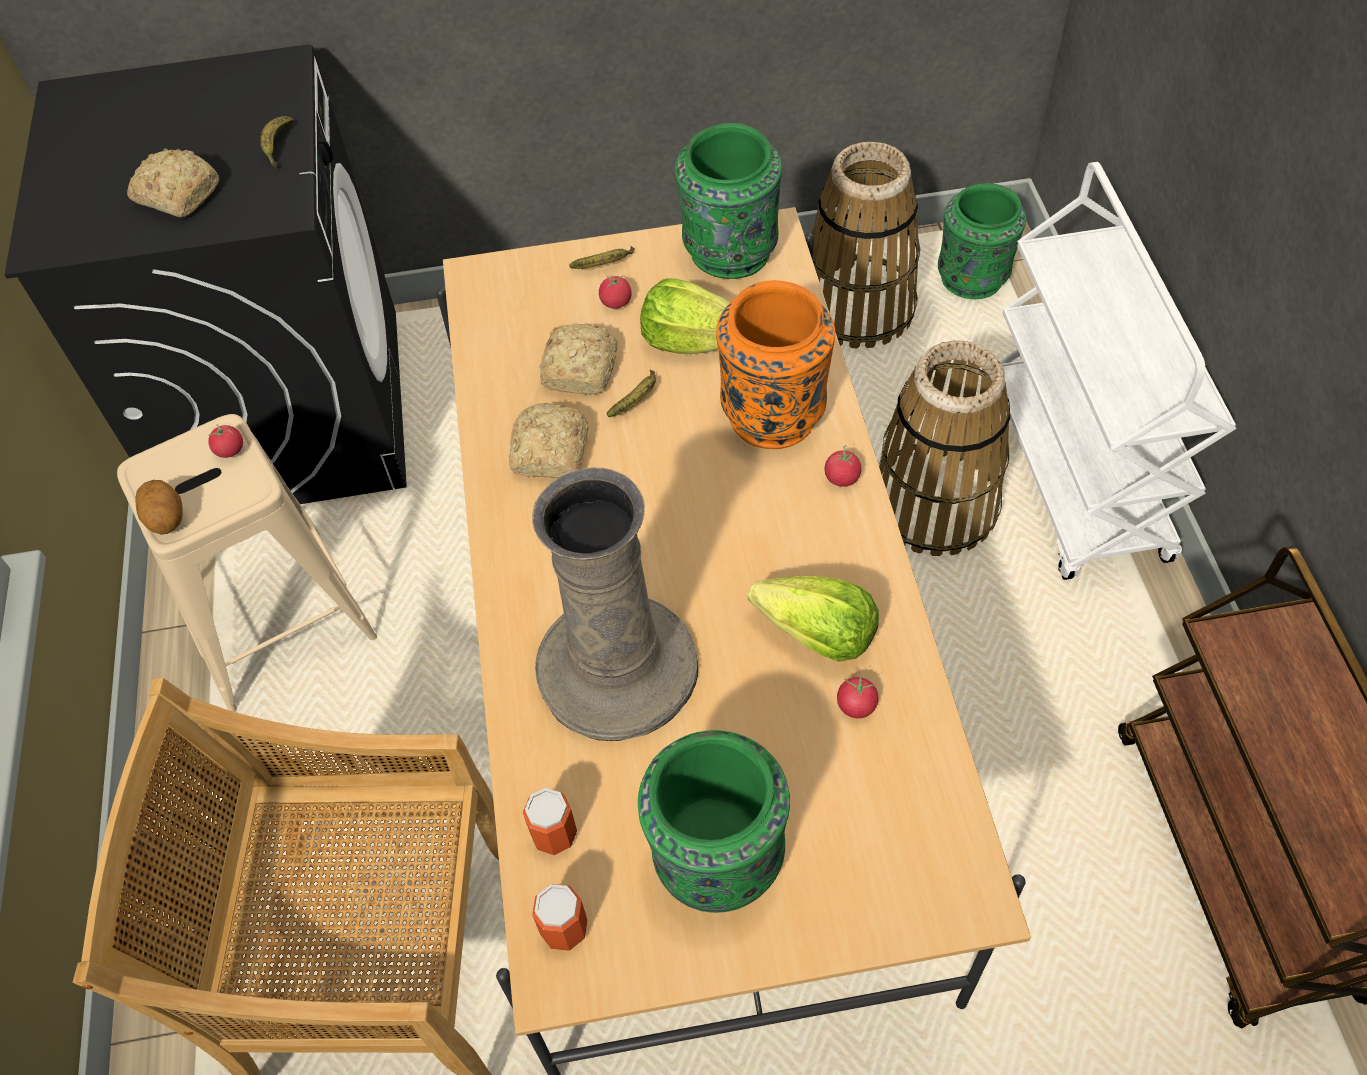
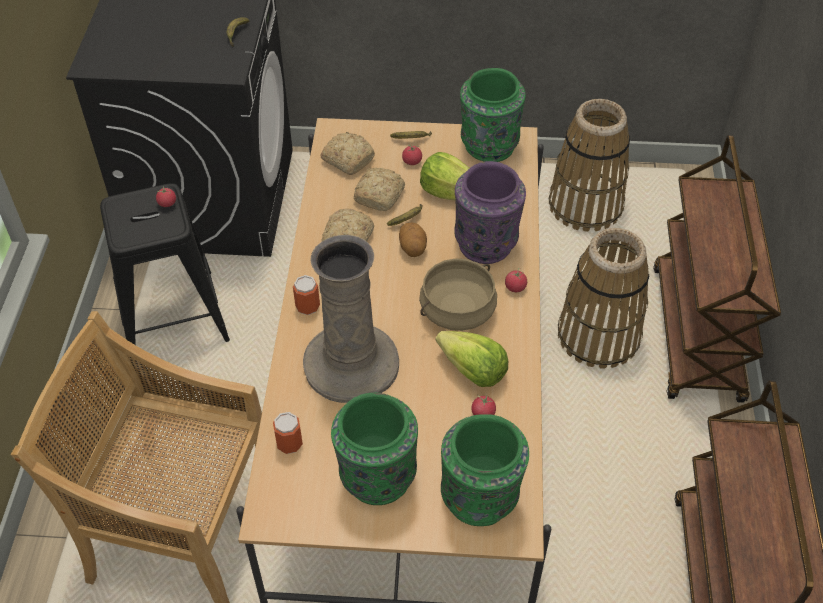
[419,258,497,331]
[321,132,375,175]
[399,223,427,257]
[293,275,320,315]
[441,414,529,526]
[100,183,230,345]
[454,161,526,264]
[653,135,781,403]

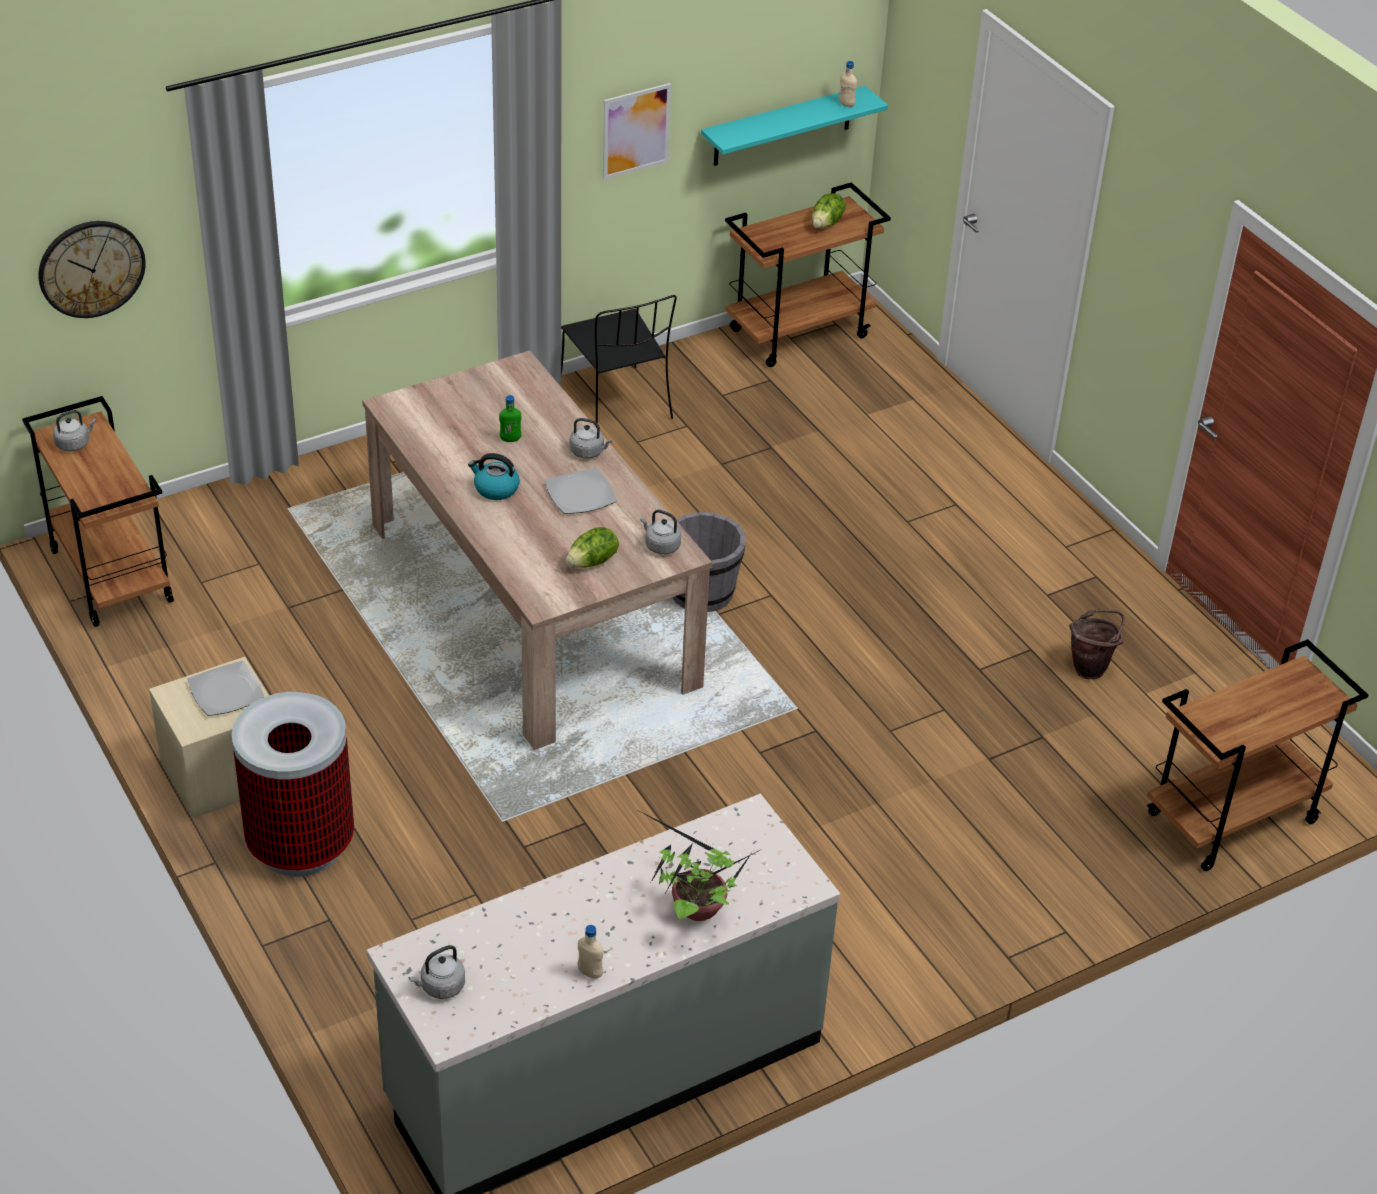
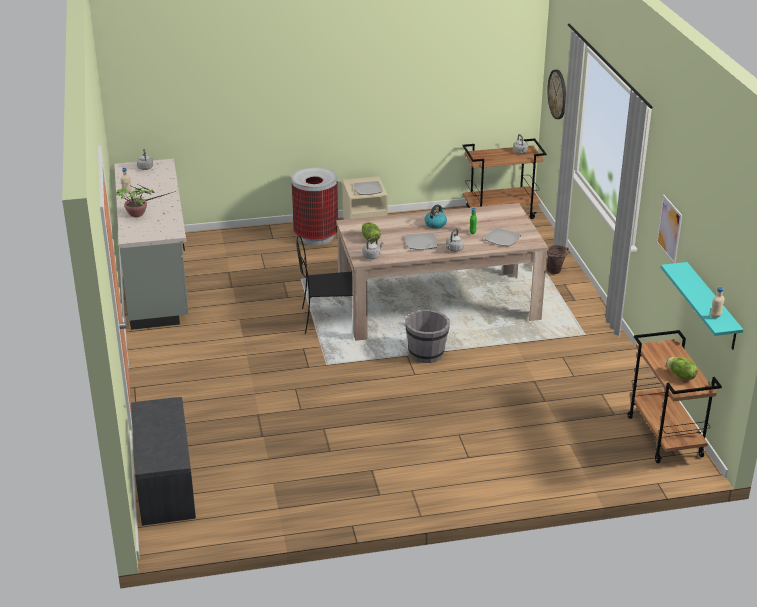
[484,227,521,246]
[296,236,353,334]
[547,245,569,274]
[131,397,196,526]

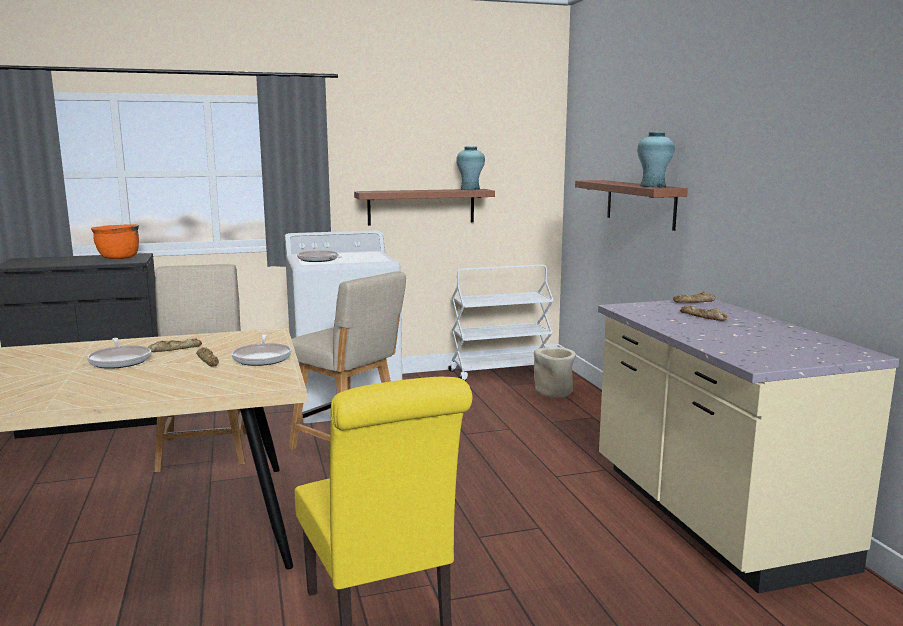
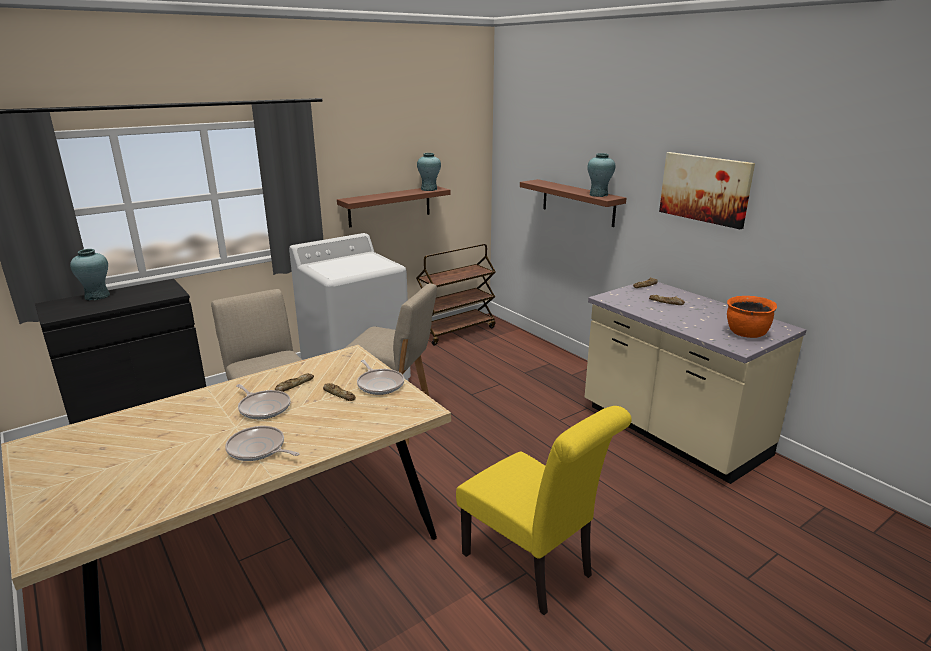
[534,347,576,398] (first image)
[70,249,110,301]
[659,152,755,229]
[727,296,777,338]
[225,426,299,461]
[416,244,496,346]

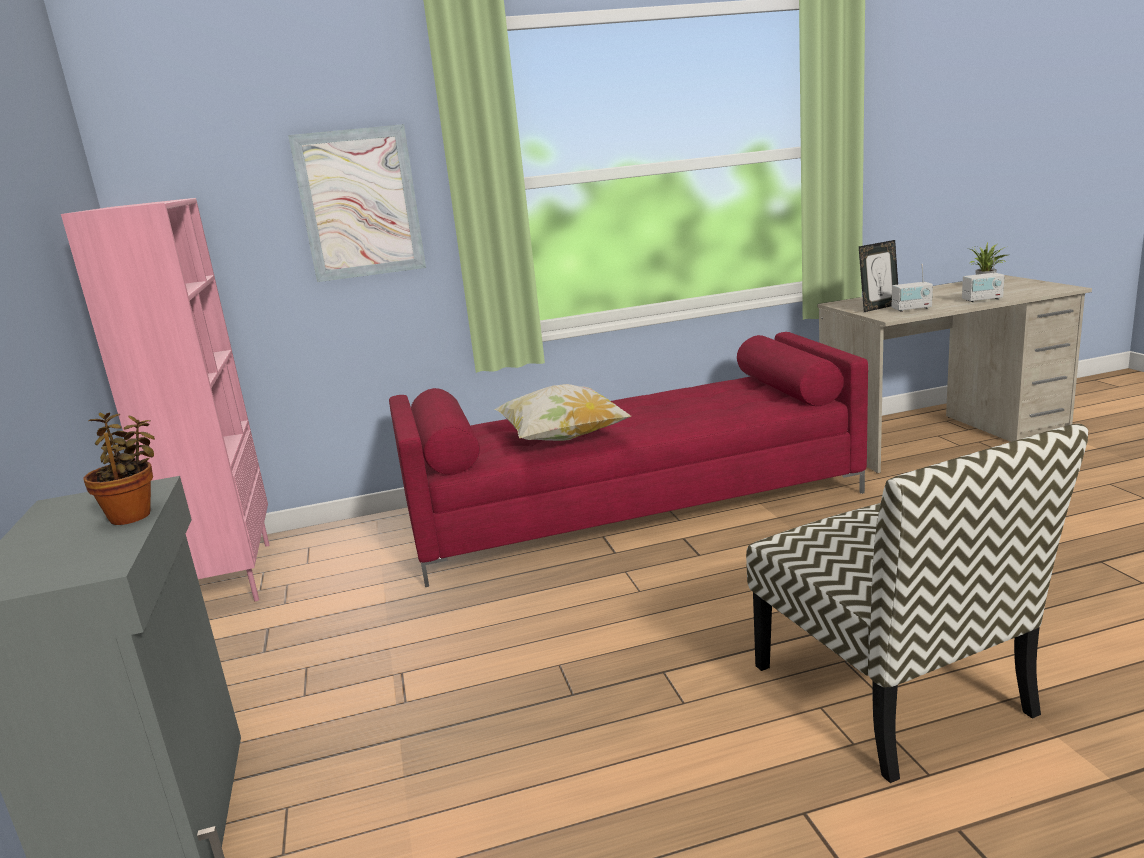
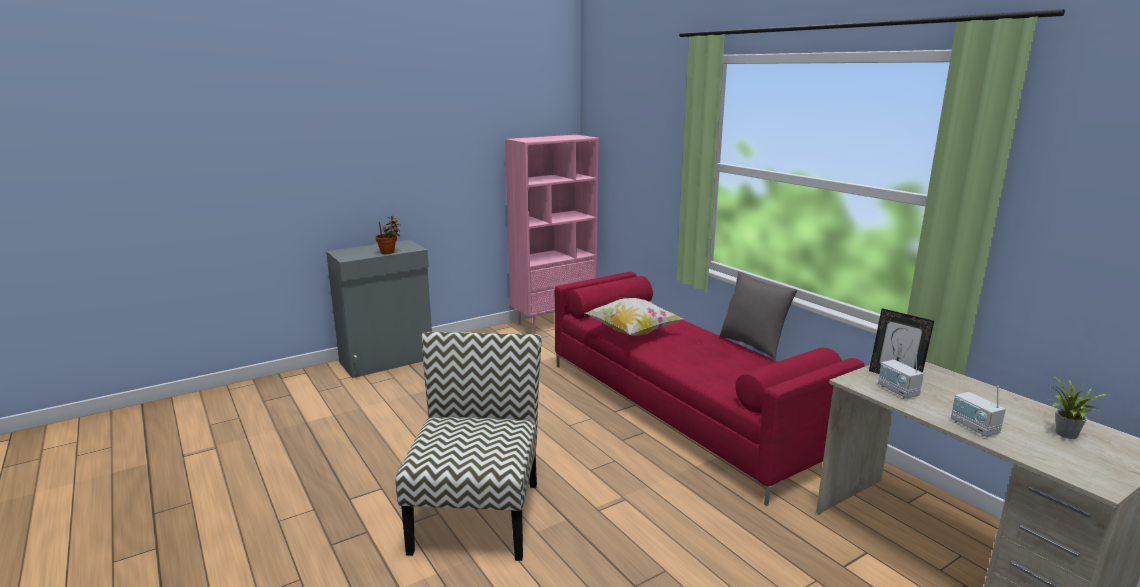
[288,124,426,282] (first image)
[719,271,798,360]
[396,332,541,561]

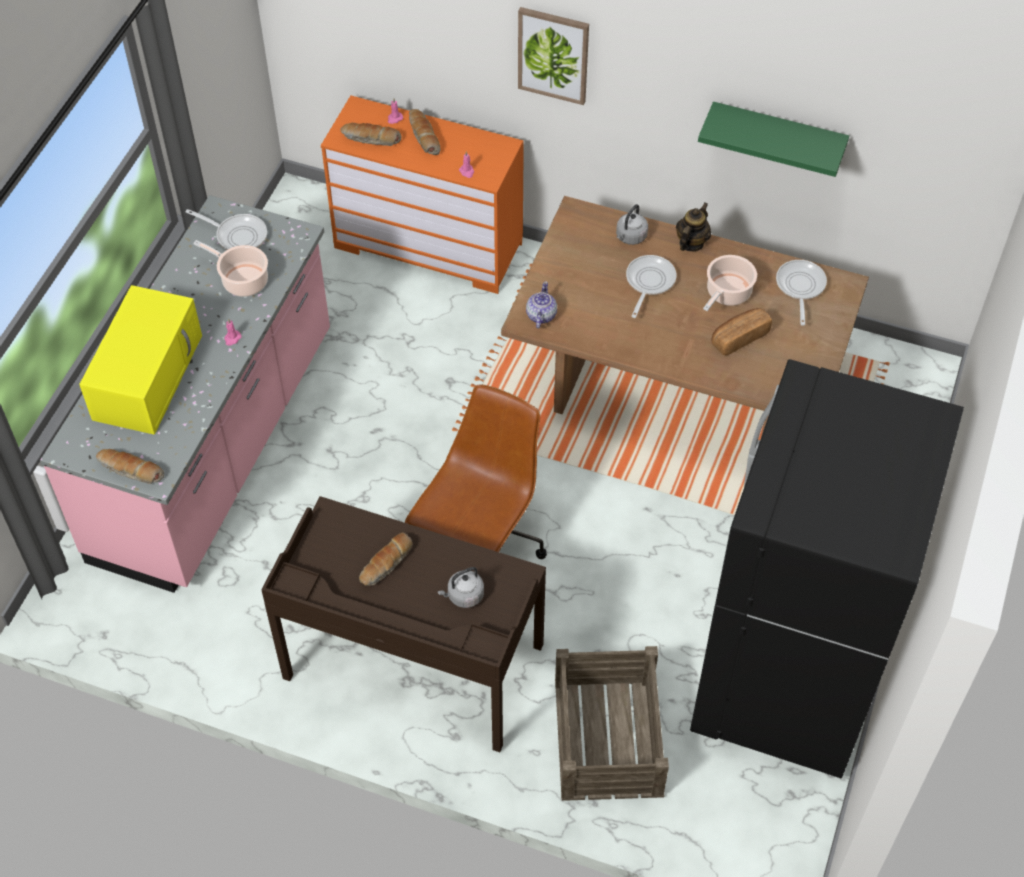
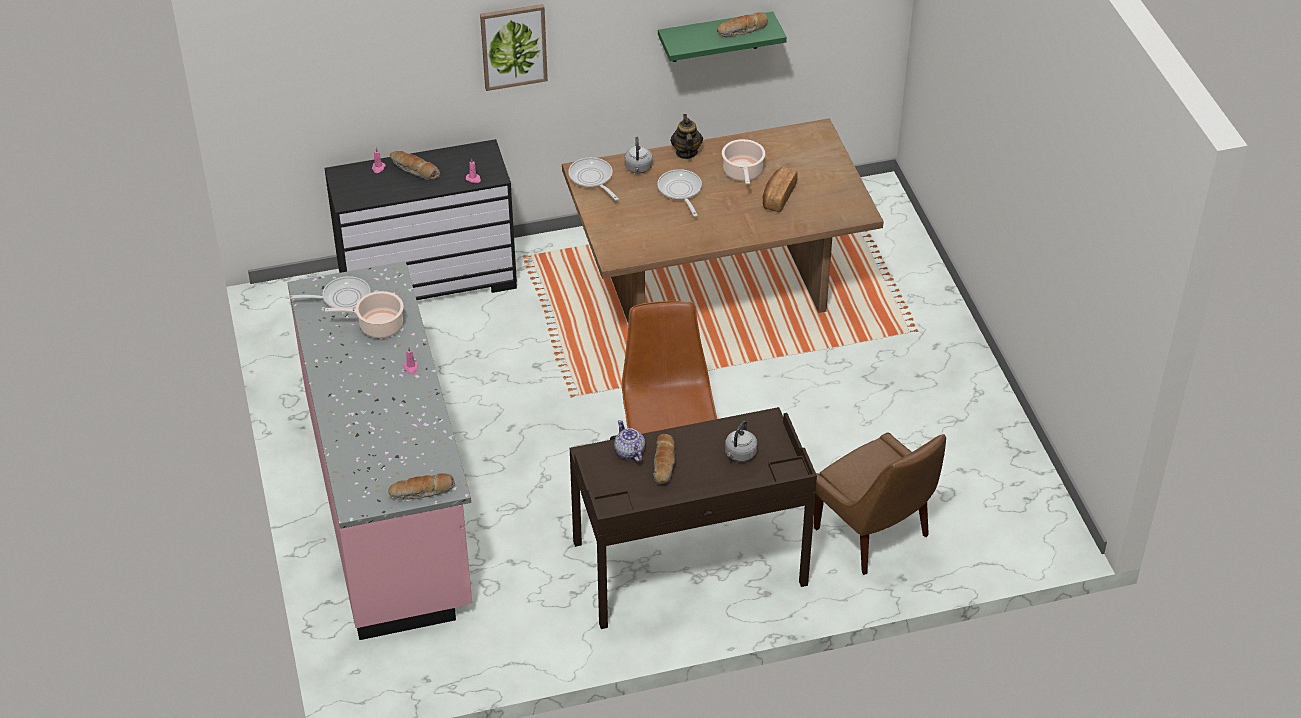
[79,285,202,435] (first image)
[690,359,964,779] (first image)
[717,12,768,37]
[614,420,645,462]
[568,157,619,201]
[814,432,946,575]
[324,139,517,300]

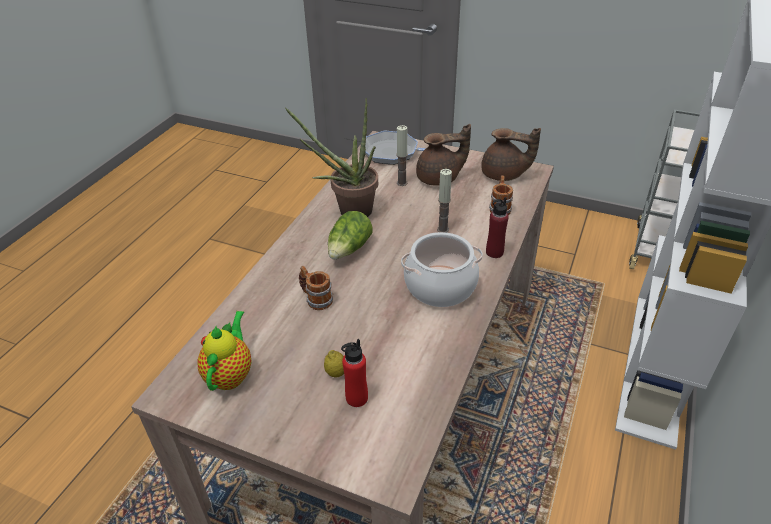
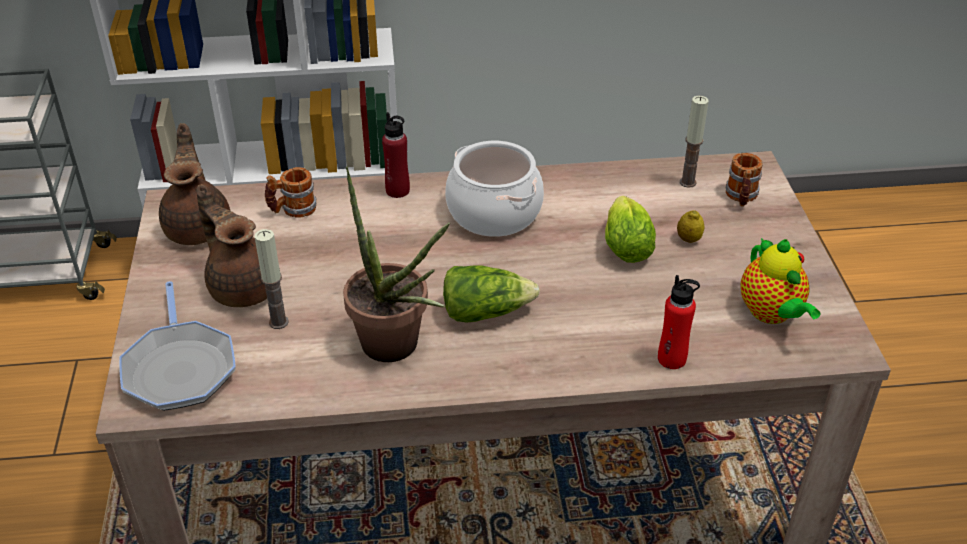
[605,196,656,263]
[726,153,763,207]
[658,275,700,369]
[680,96,709,188]
[741,238,821,324]

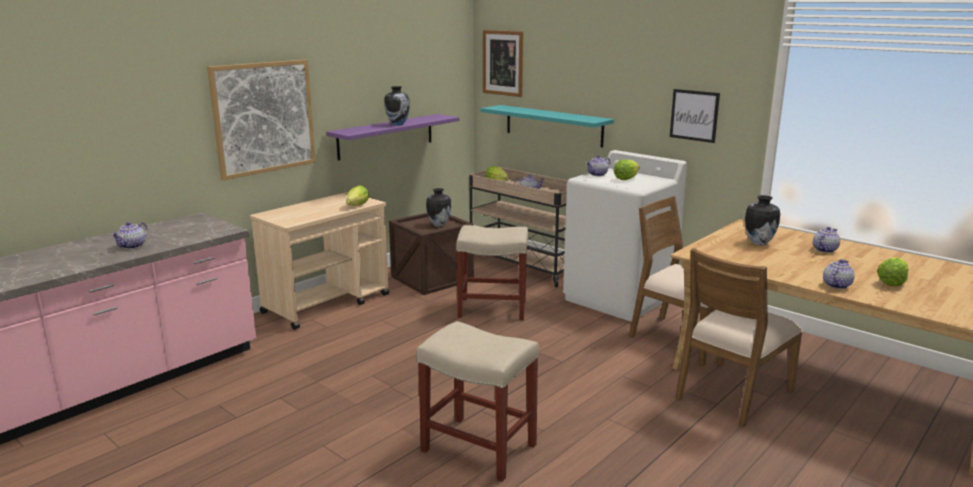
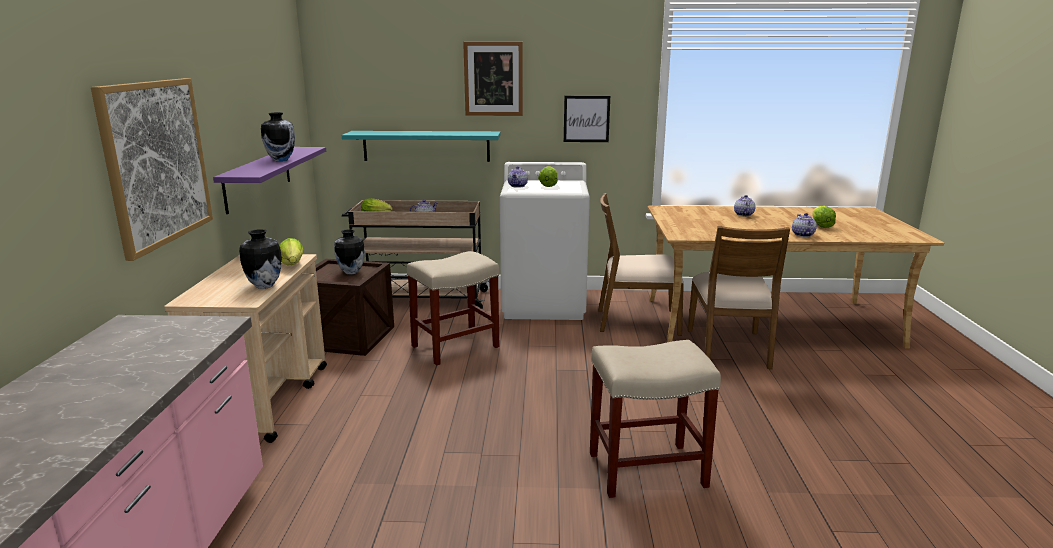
[111,222,148,249] (first image)
[463,42,523,116]
[239,229,282,289]

